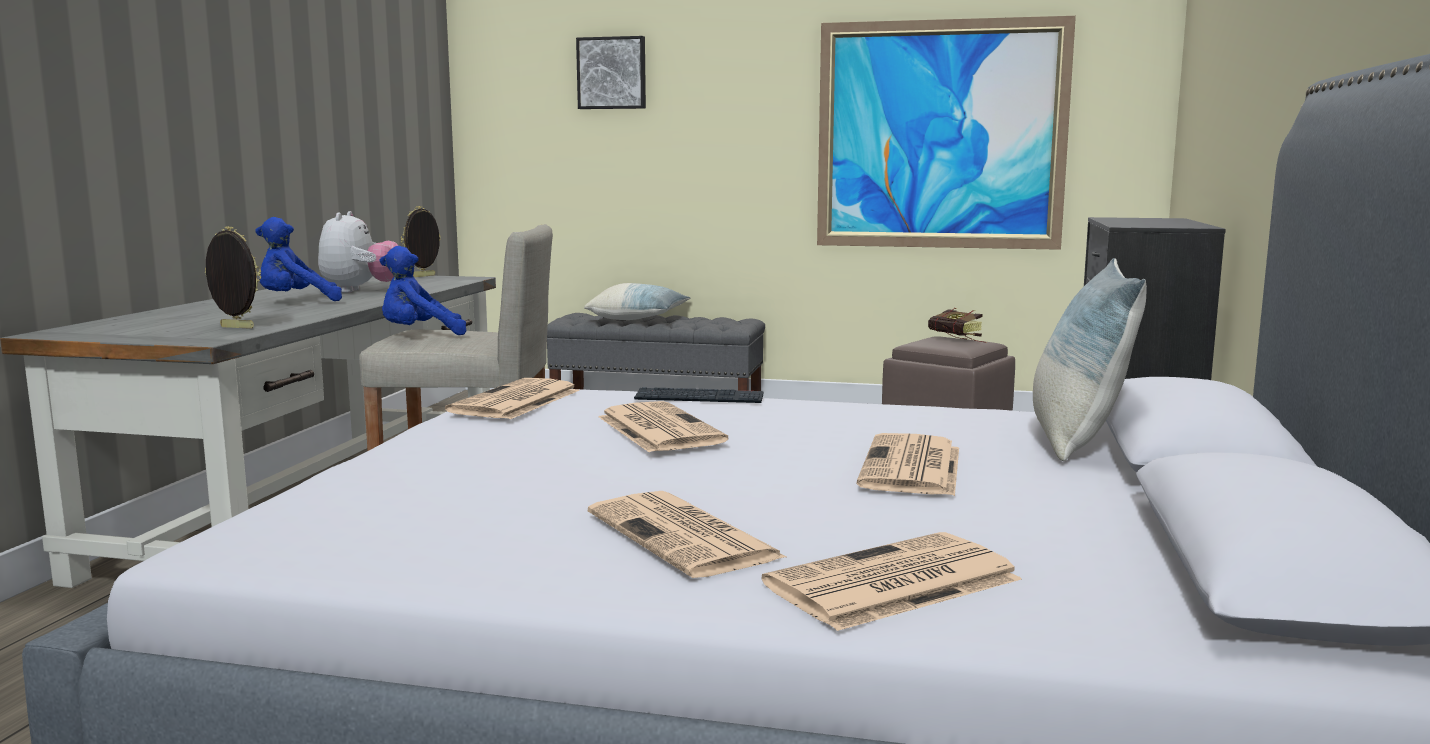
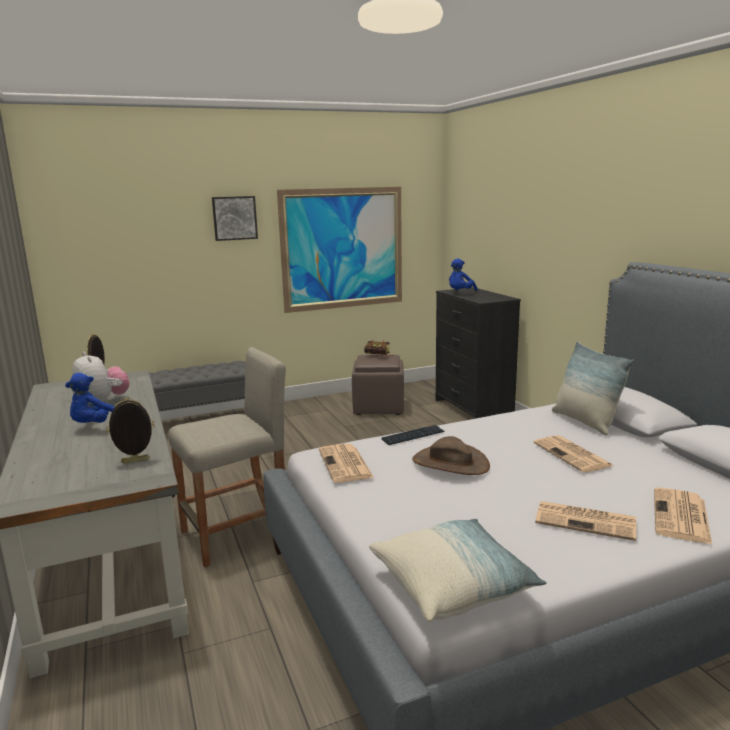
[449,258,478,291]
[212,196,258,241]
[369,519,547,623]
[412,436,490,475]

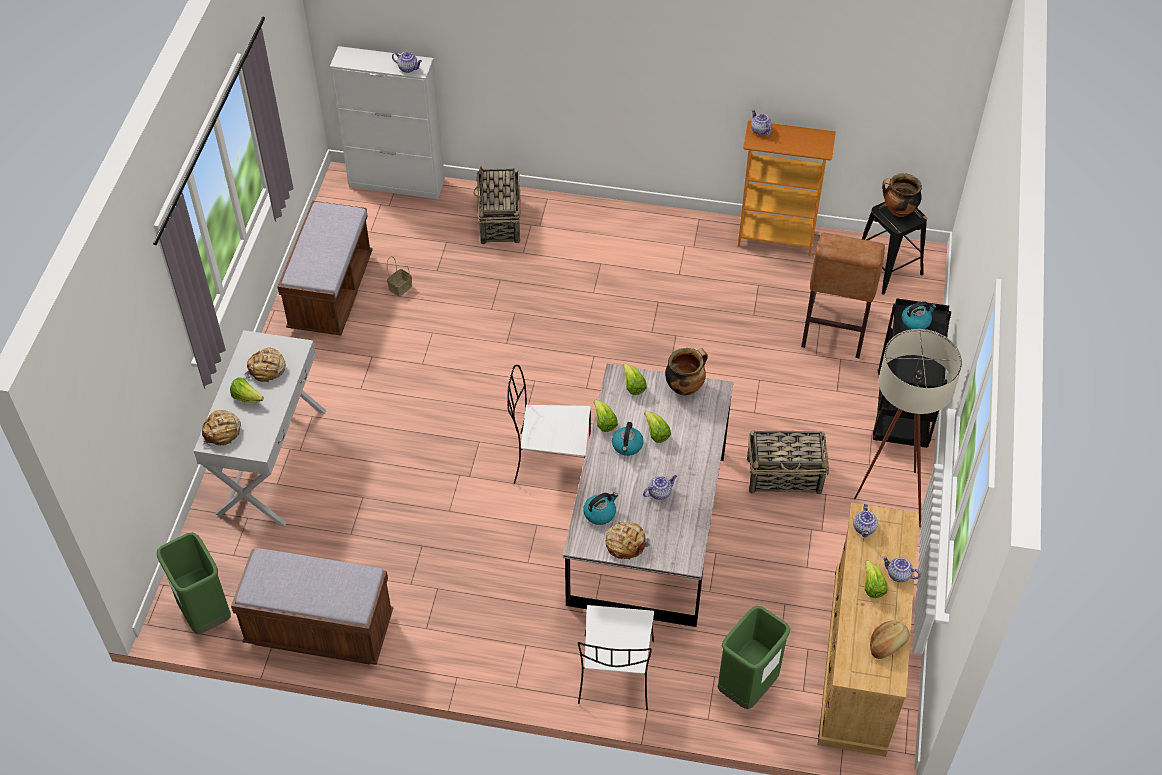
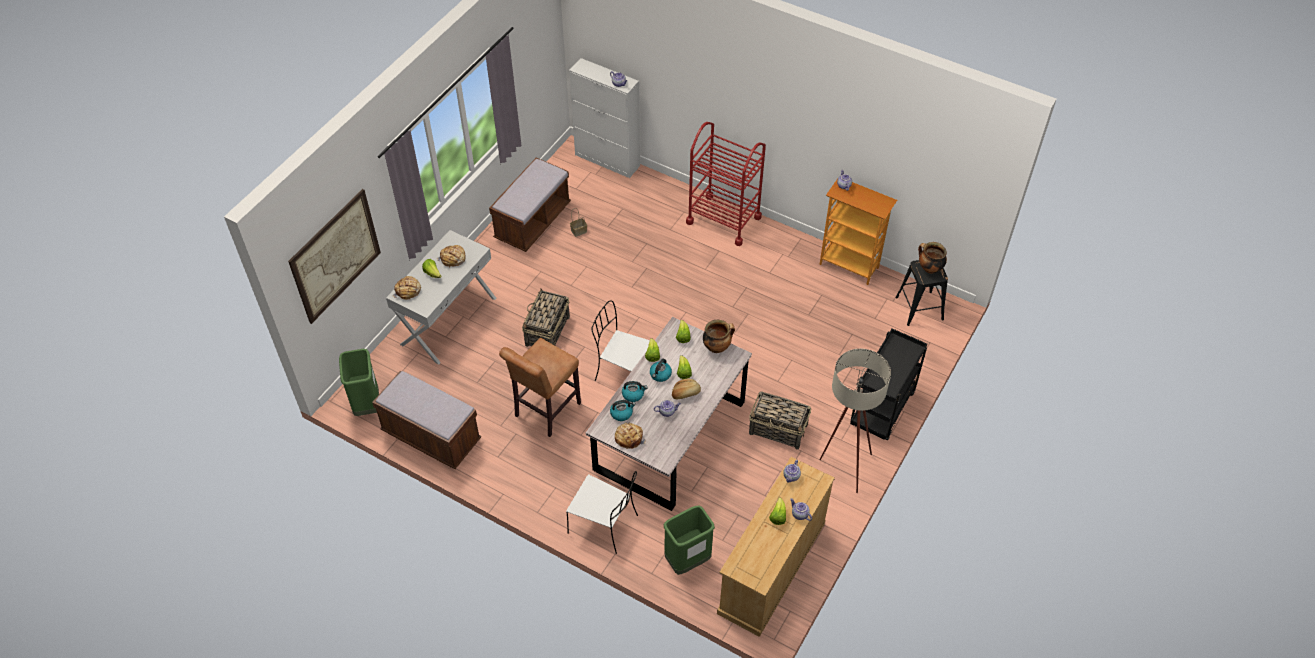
[288,189,381,324]
[686,122,766,246]
[522,289,570,347]
[499,338,581,437]
[672,379,701,399]
[622,381,648,402]
[566,471,638,554]

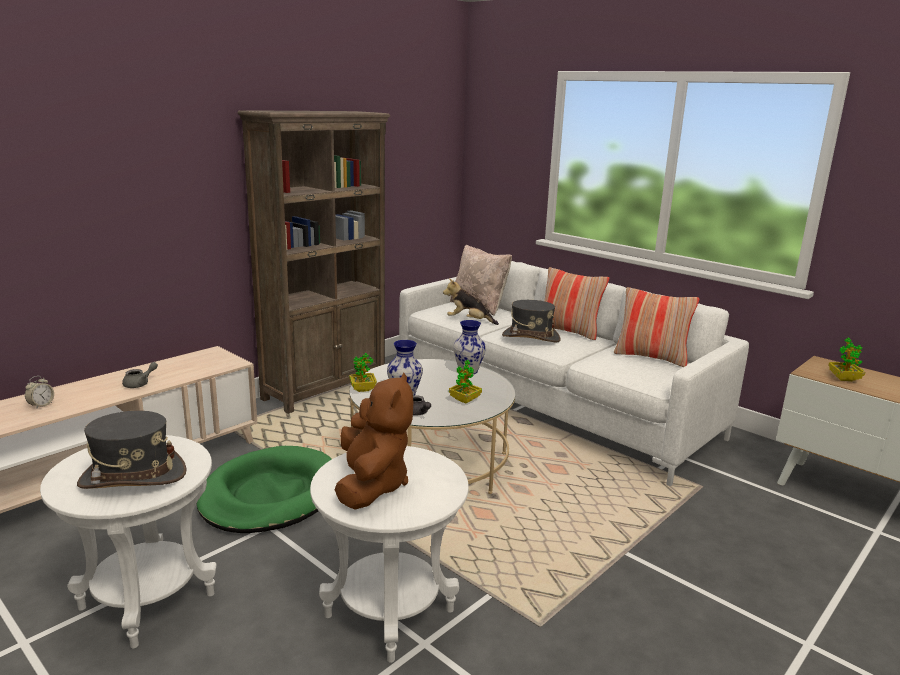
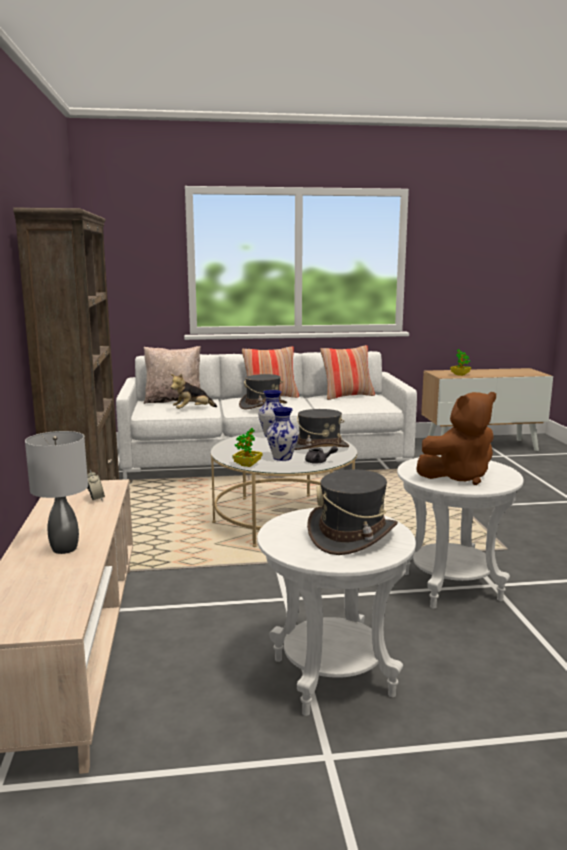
[122,362,158,388] (first image)
[197,446,332,533] (first image)
[25,431,88,554]
[87,470,105,500]
[294,409,349,450]
[416,392,496,485]

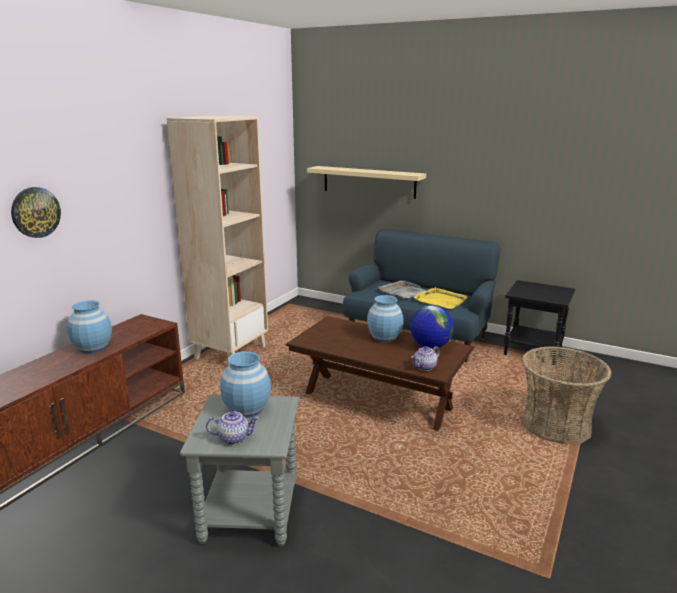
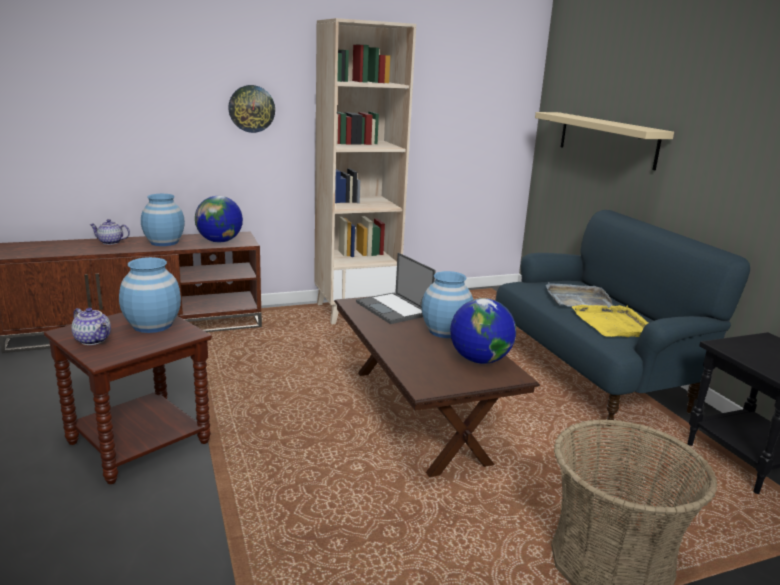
[195,196,243,242]
[356,252,436,324]
[228,85,275,133]
[89,219,130,245]
[44,313,212,484]

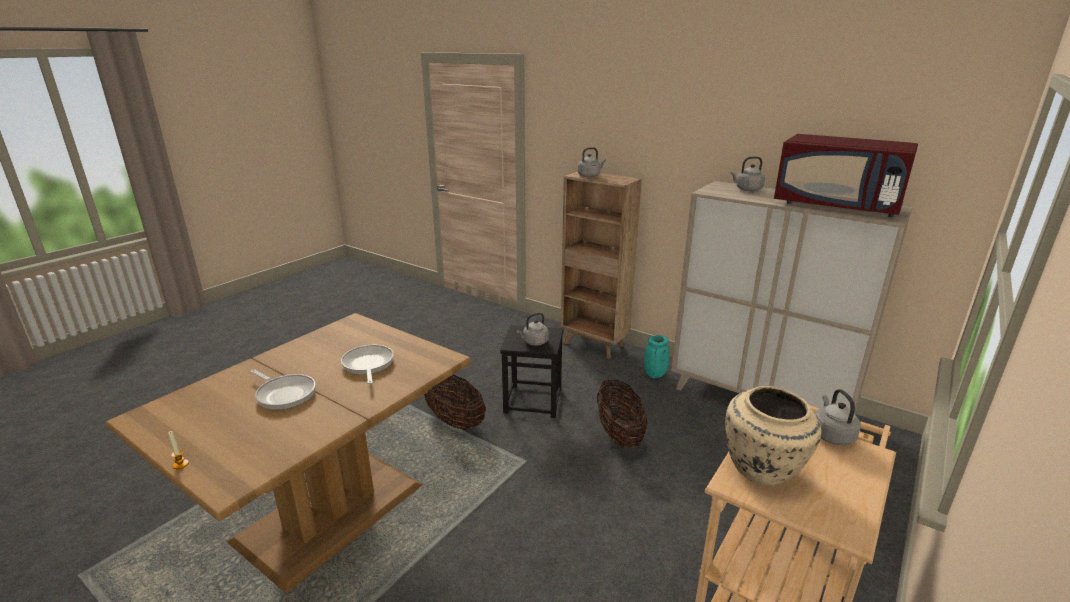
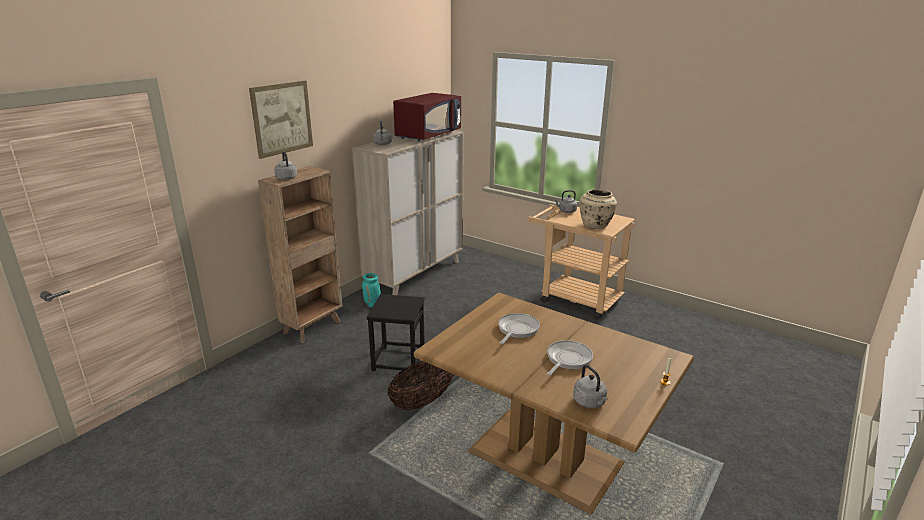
[597,379,648,448] (first image)
[249,81,313,159]
[573,365,608,408]
[498,313,540,344]

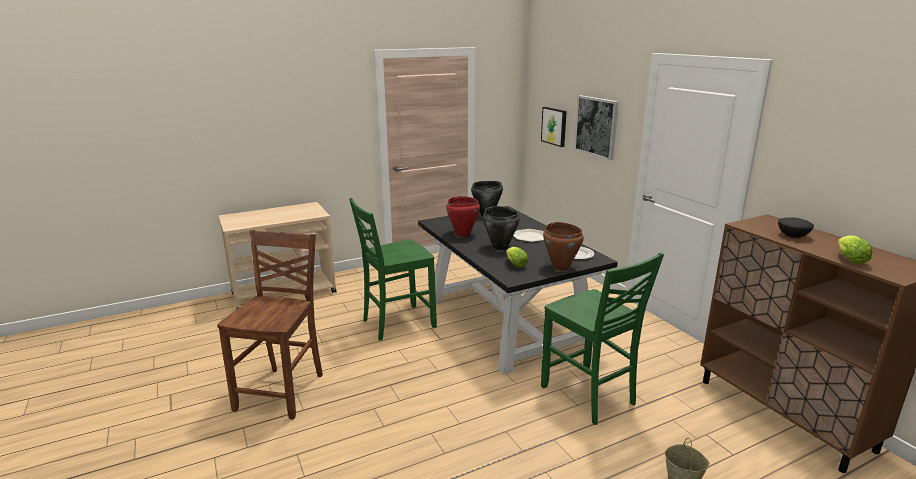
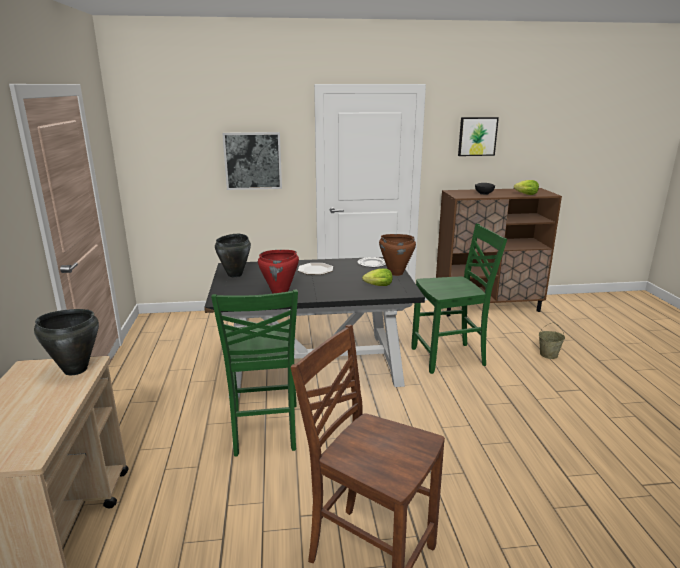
[34,309,99,375]
[458,117,499,156]

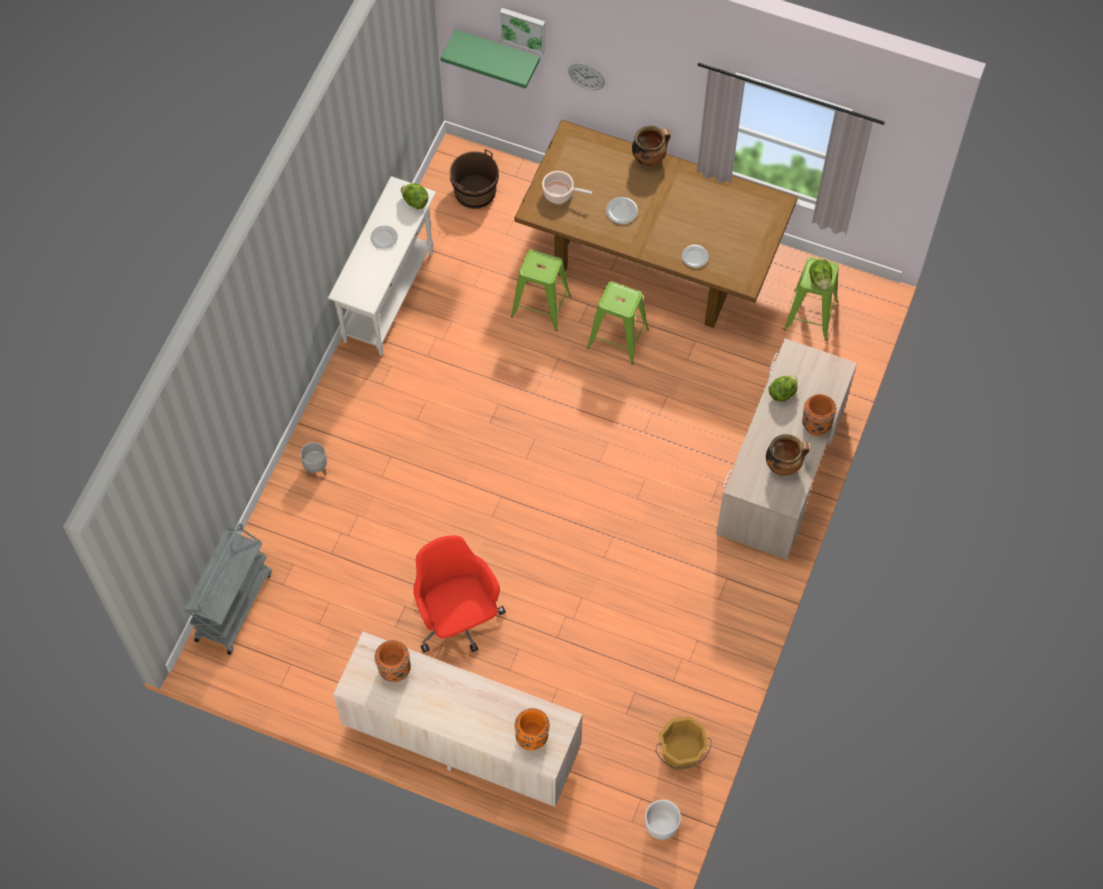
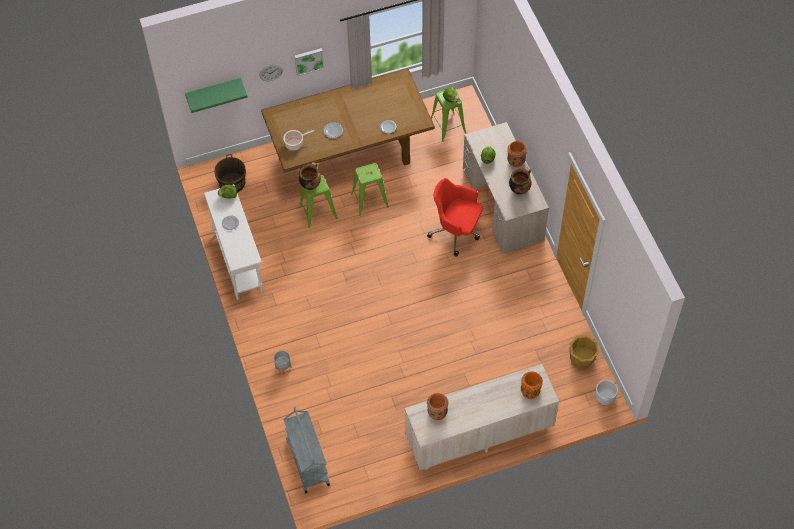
[427,178,483,257]
[295,48,324,76]
[299,162,321,190]

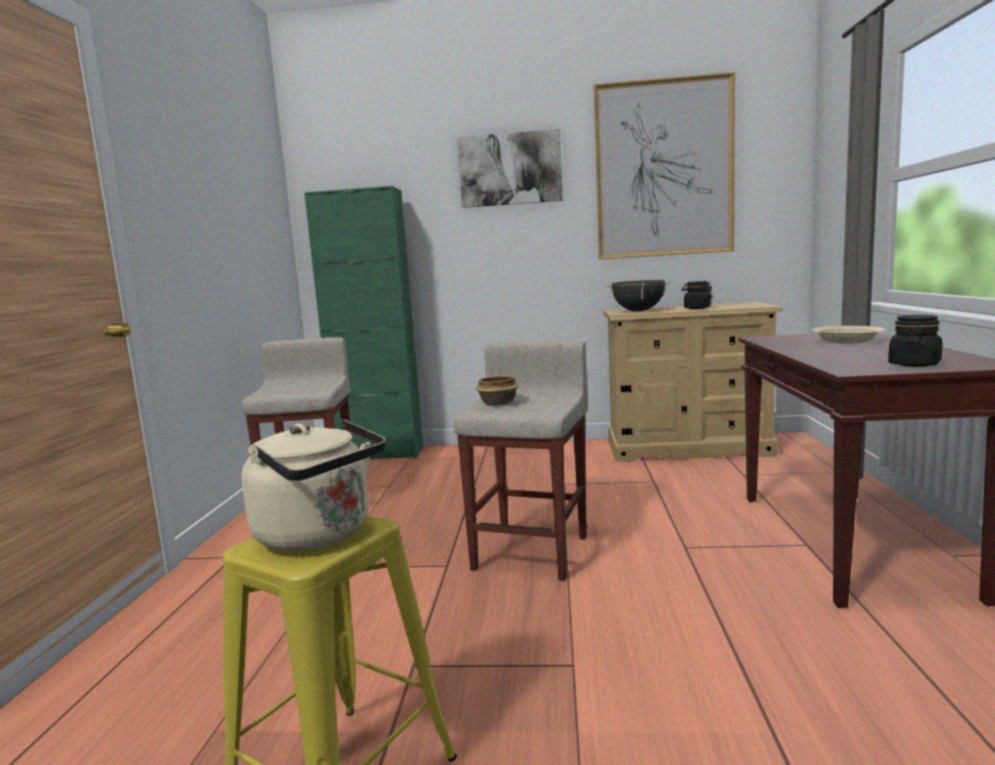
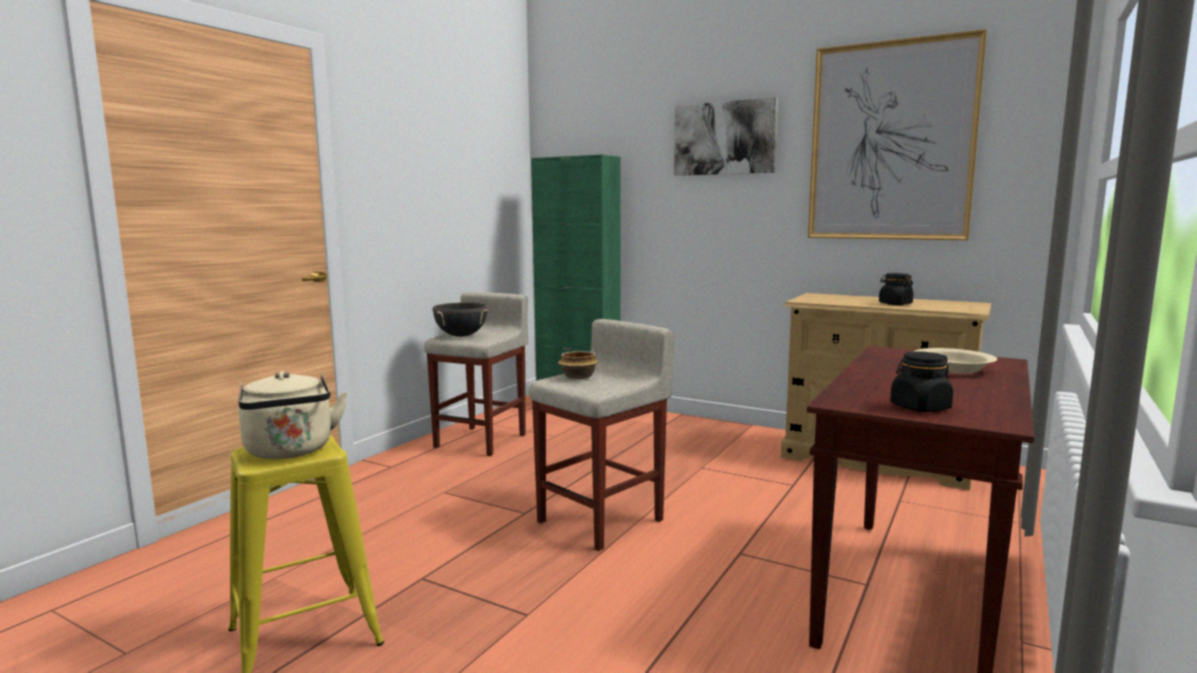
[432,302,488,337]

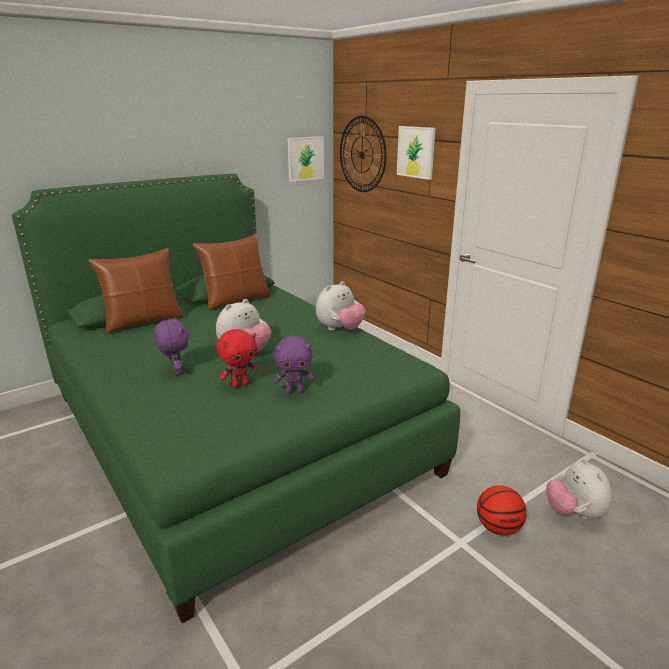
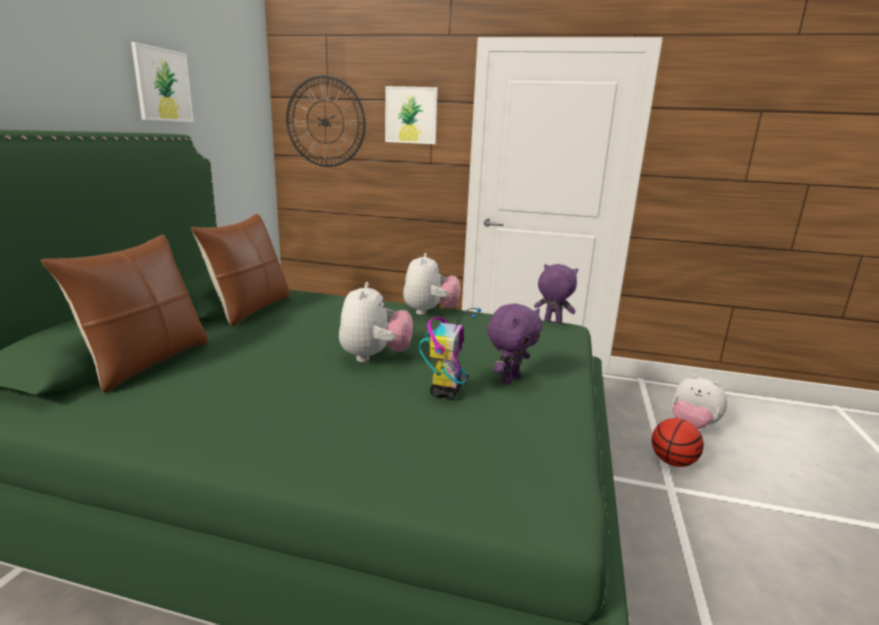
[534,264,578,323]
[131,42,194,122]
[419,308,481,399]

